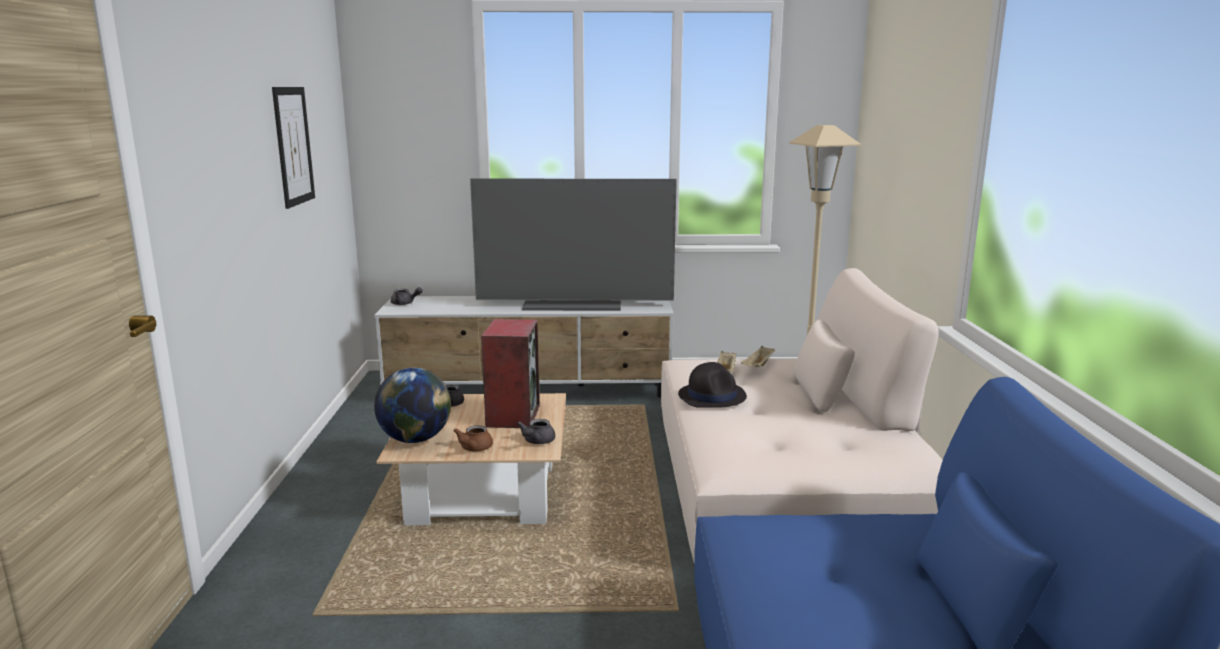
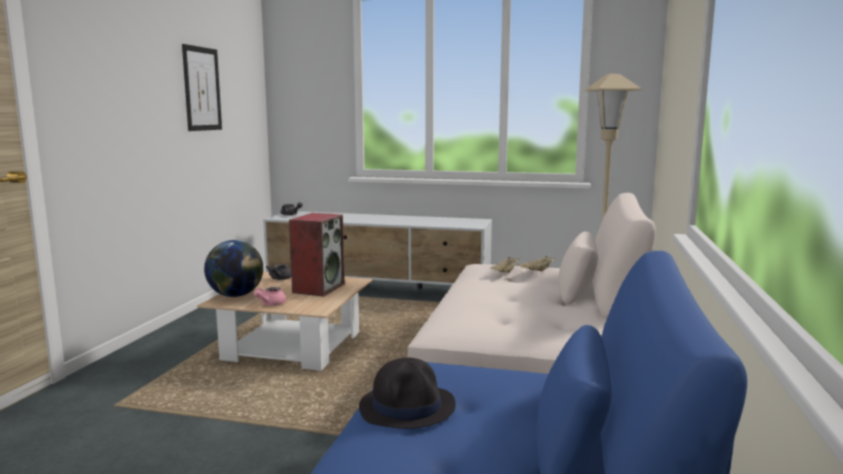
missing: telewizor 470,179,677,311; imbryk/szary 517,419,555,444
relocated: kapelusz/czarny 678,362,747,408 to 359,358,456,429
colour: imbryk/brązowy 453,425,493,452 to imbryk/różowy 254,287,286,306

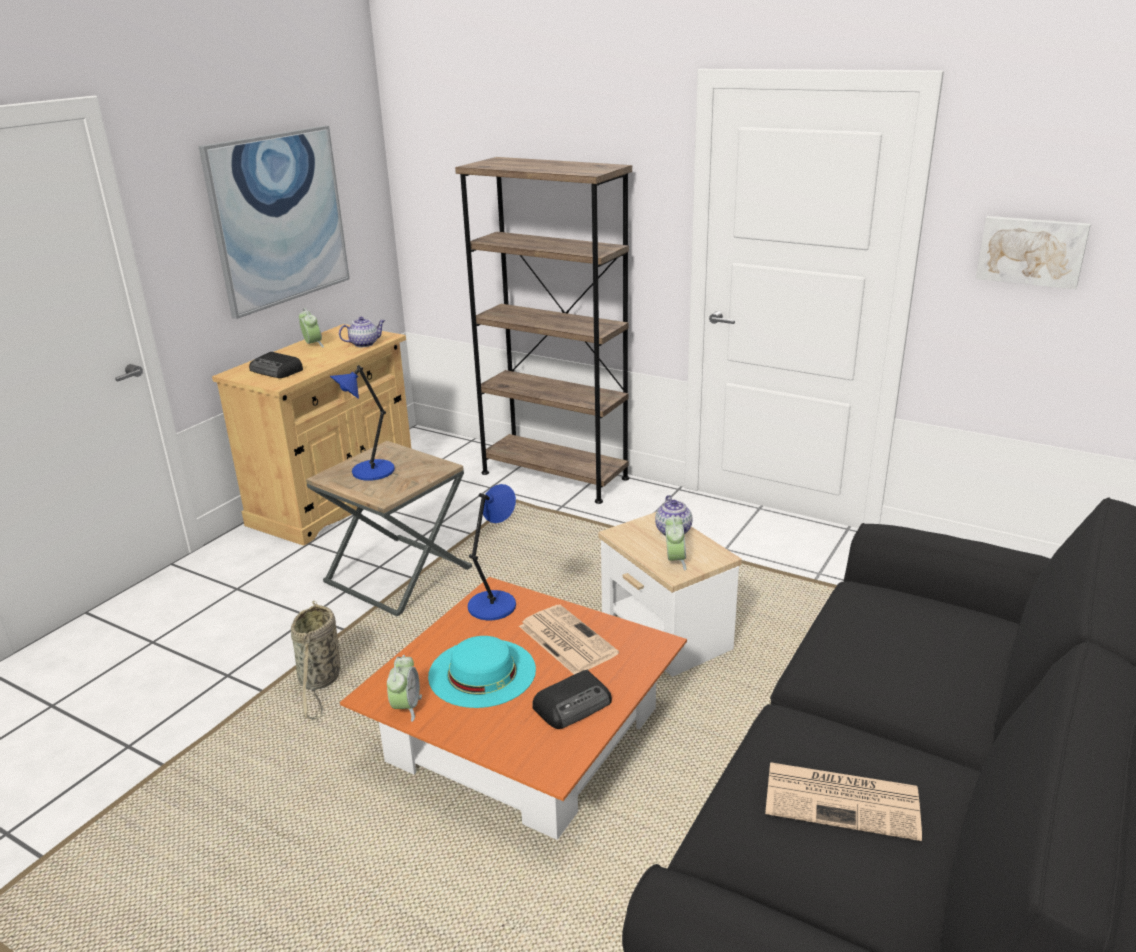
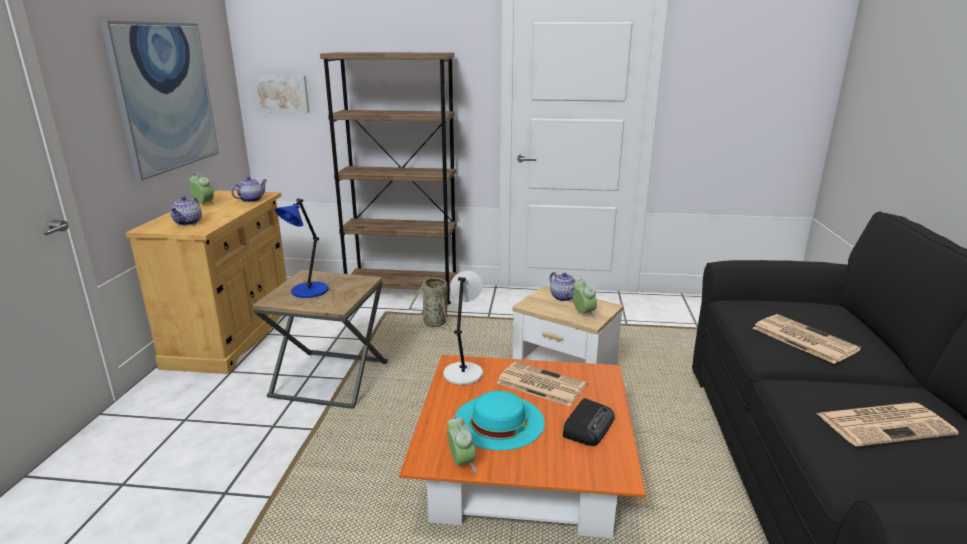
appeared: gazeta 753,314,861,364
relocated: obraz 976,216,1091,289 to 252,75,310,113; koszyk 291,601,340,719 to 409,276,457,335
exchanged: radio 249,352,303,378 to imbryk 170,196,202,226
colour: lampa stołowa/niebieski 468,484,516,620 to lampa stołowa/biały 443,271,483,385

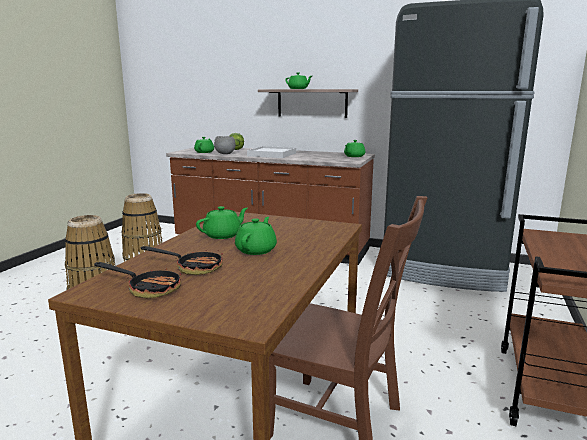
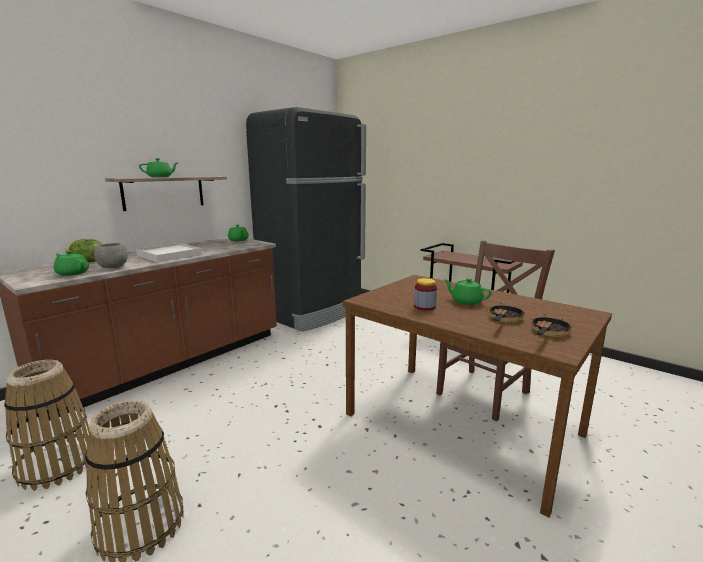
exchanged: imbryk/zielony 196,206,248,239 to słoik 414,278,437,311

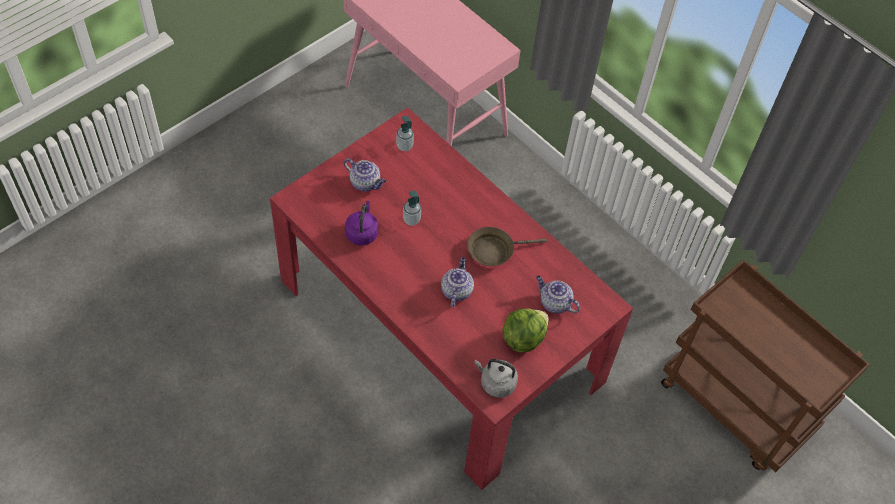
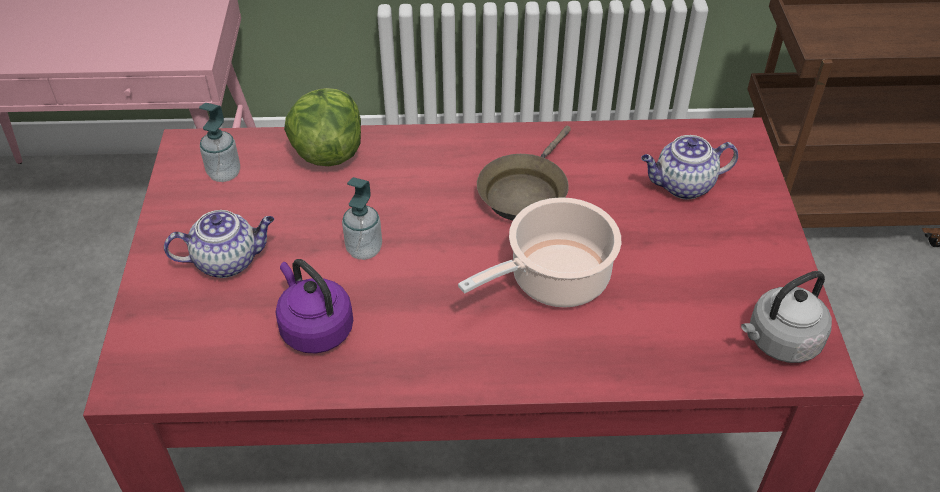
relocated: sałata 502,309,549,353 to 284,88,361,166
exchanged: imbryk 441,257,474,307 to garnek 458,197,621,308

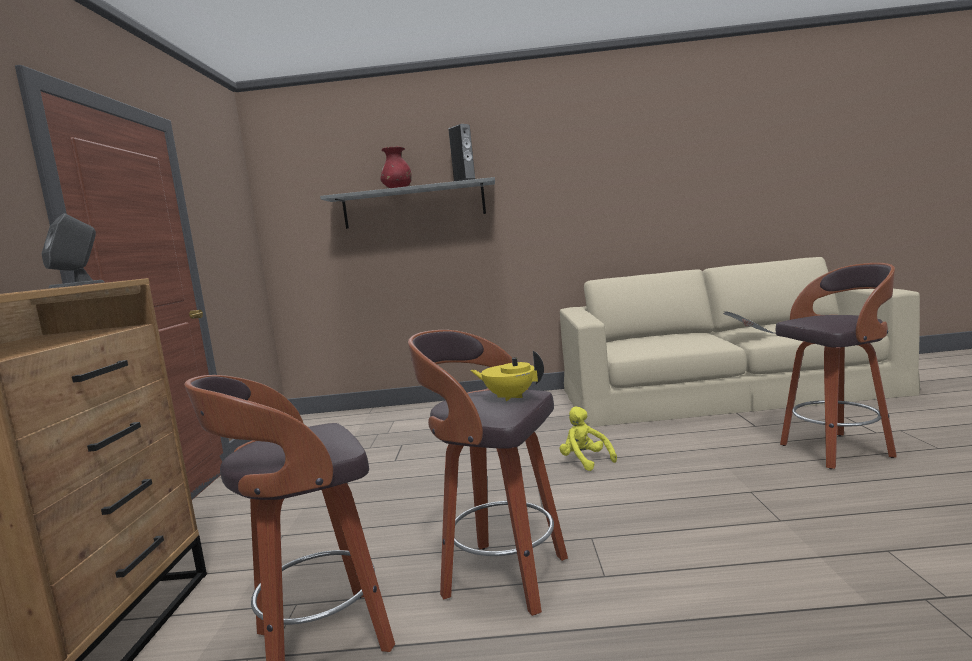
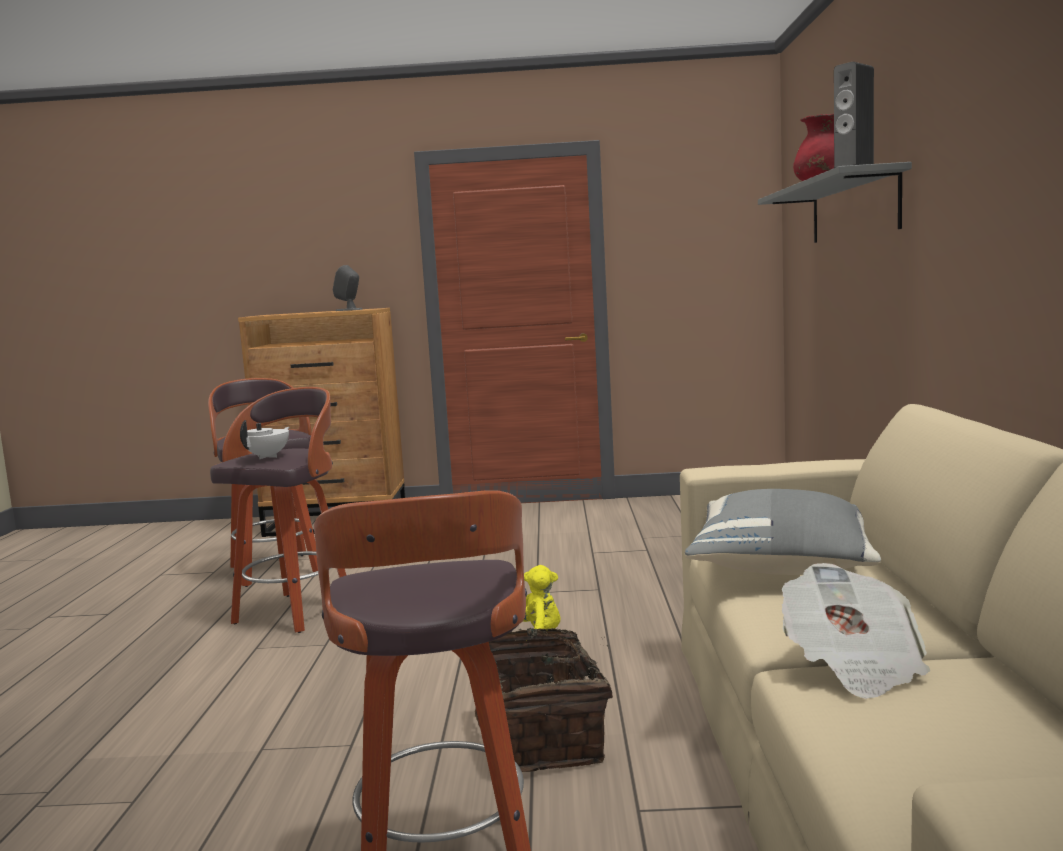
appeared: koszyk 475,628,613,772; poduszka/szary 685,489,881,575
colour: imbryk/żółty 470,351,544,401 to imbryk/biały 240,420,289,459

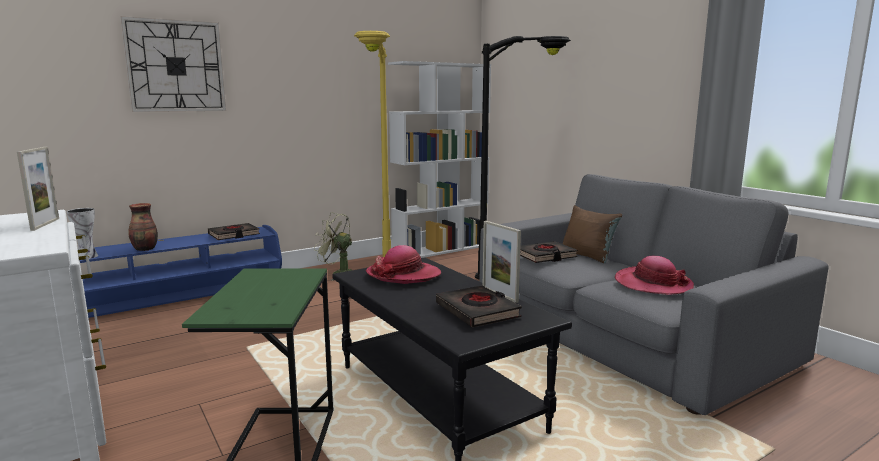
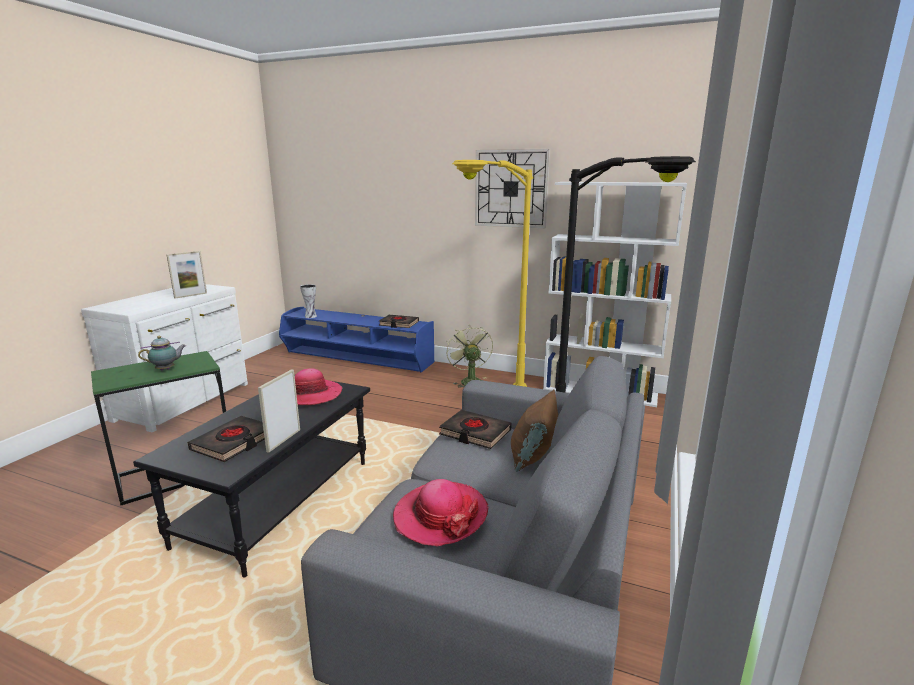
missing: wazon 128,203,158,251
appeared: imbryk 138,336,186,370
relocated: zegar ścienny 120,16,226,112 to 475,149,550,228

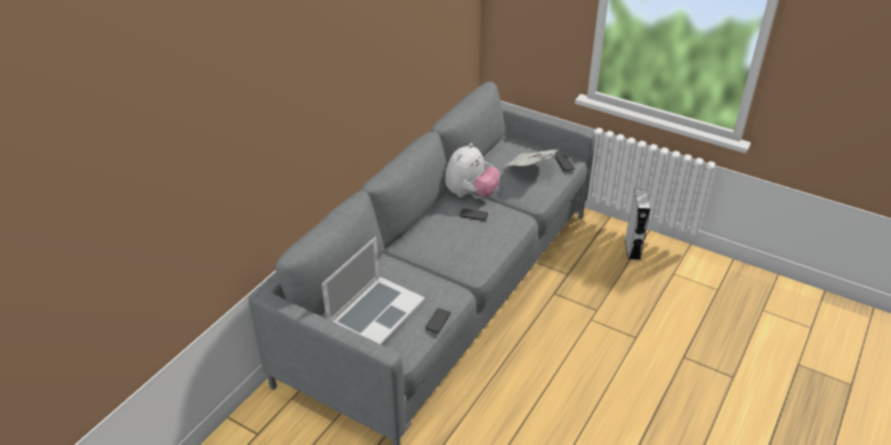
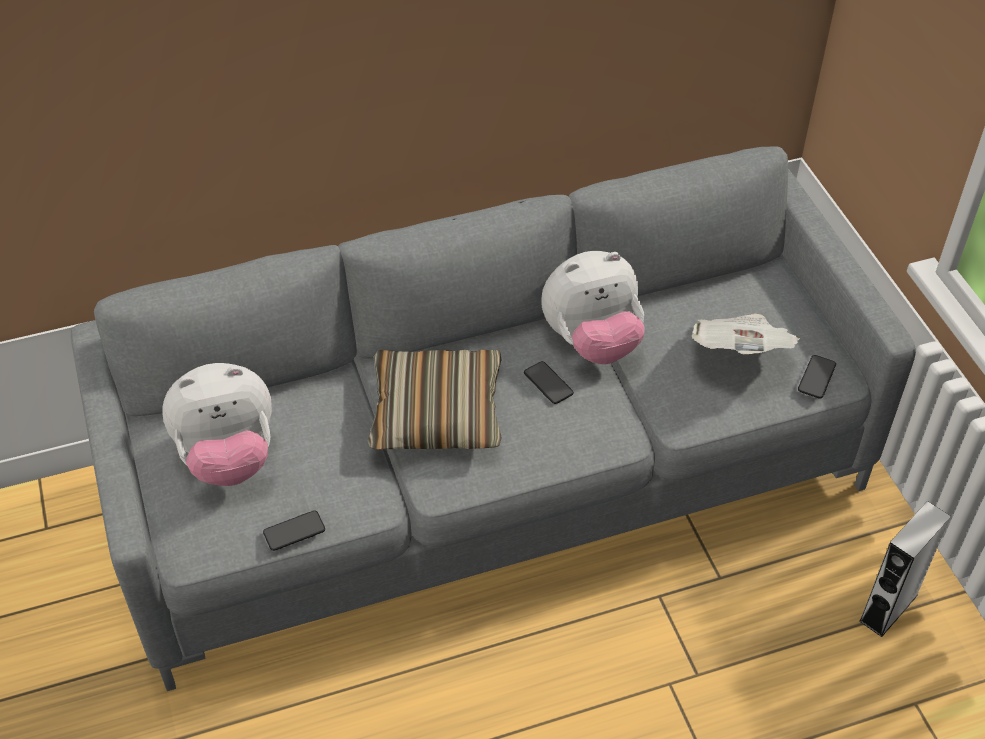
appeared: poduszka 367,350,502,449
exchanged: laptop 322,237,425,345 to pluszak 162,363,272,486

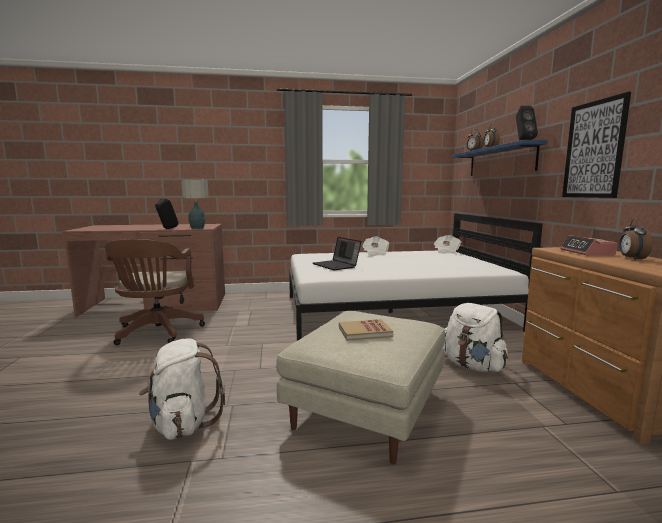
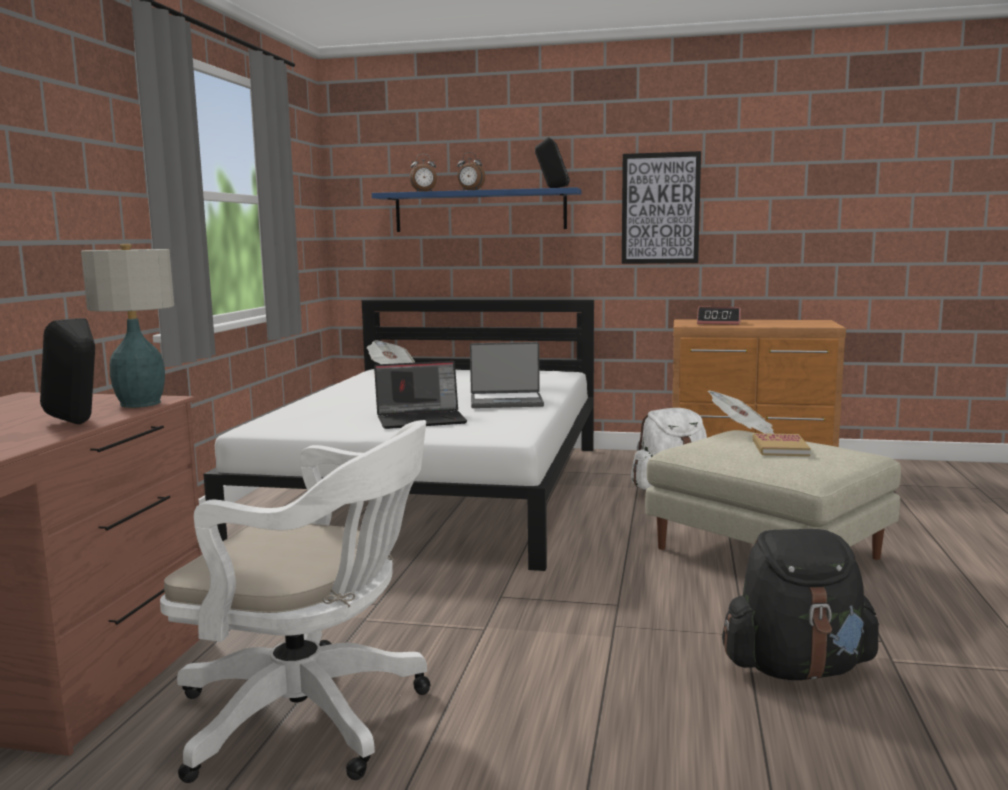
missing: budzik 619,219,653,260
appeared: laptop 470,342,544,408
relocated: gazeta 362,236,390,256 to 708,390,774,434
colour: krzesło biurowe/brązowy 105,239,205,345 to krzesło biurowe/biały 160,420,431,783; plecak/biały 139,339,225,440 to plecak/czarny 722,529,879,680

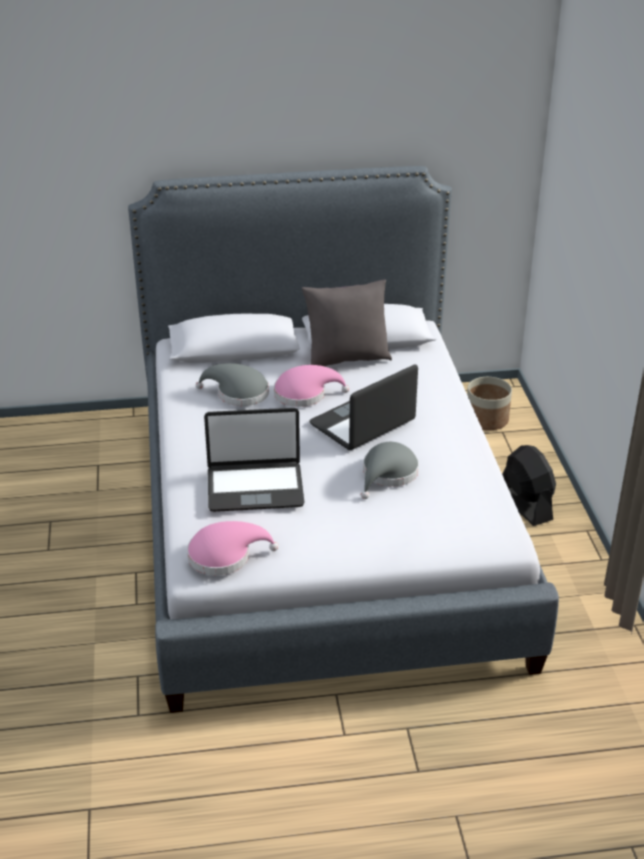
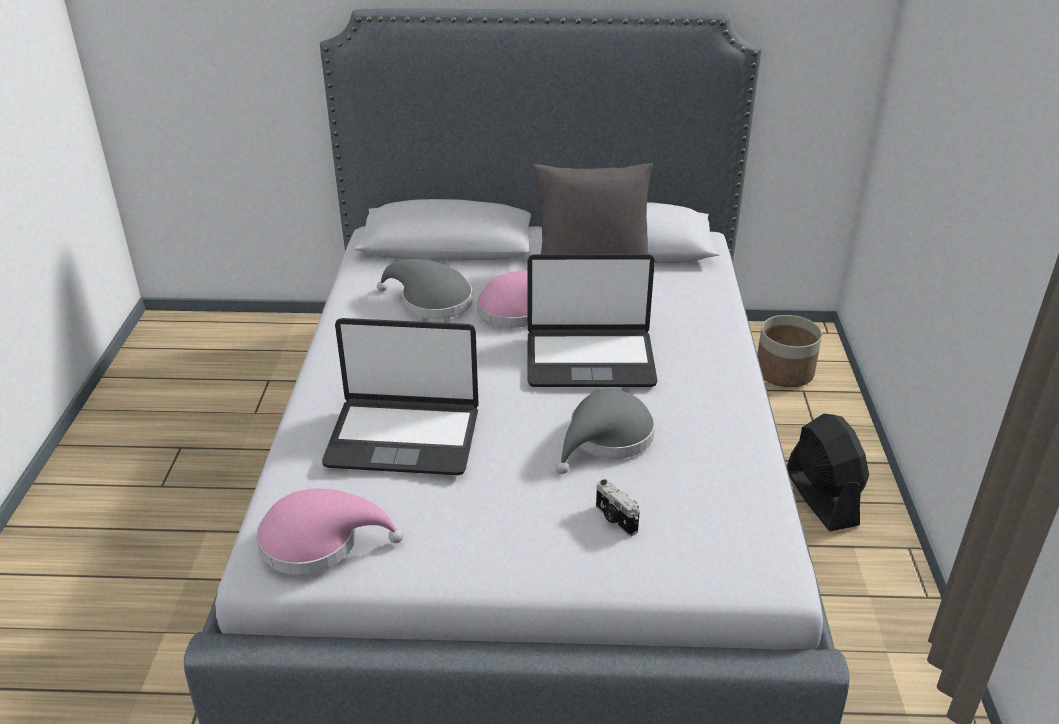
appeared: aparat fotograficzny 596,479,640,536
spun: laptop 310,365,418,450 = 527,254,658,387 150 degrees counterclockwise

